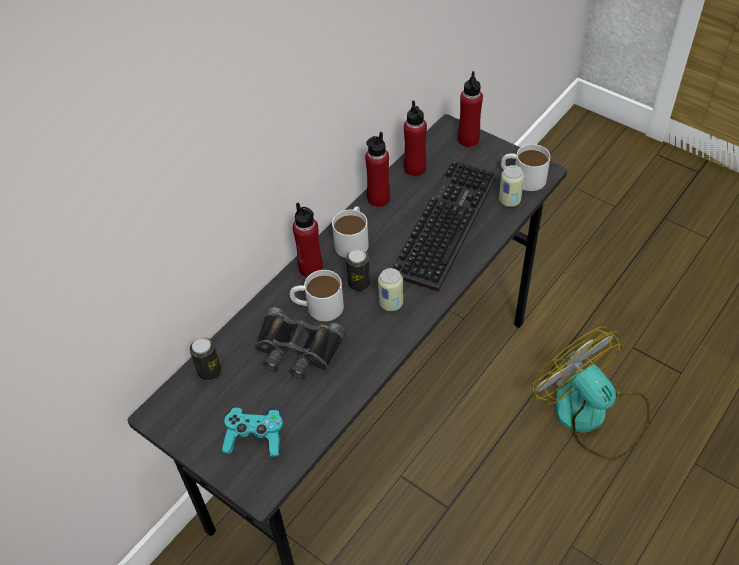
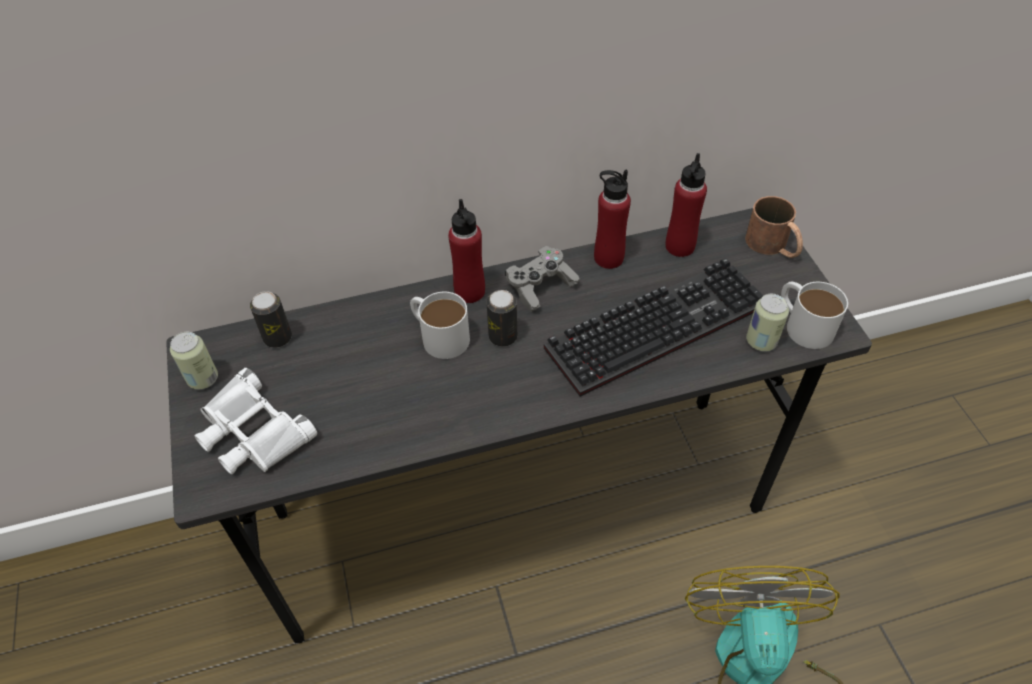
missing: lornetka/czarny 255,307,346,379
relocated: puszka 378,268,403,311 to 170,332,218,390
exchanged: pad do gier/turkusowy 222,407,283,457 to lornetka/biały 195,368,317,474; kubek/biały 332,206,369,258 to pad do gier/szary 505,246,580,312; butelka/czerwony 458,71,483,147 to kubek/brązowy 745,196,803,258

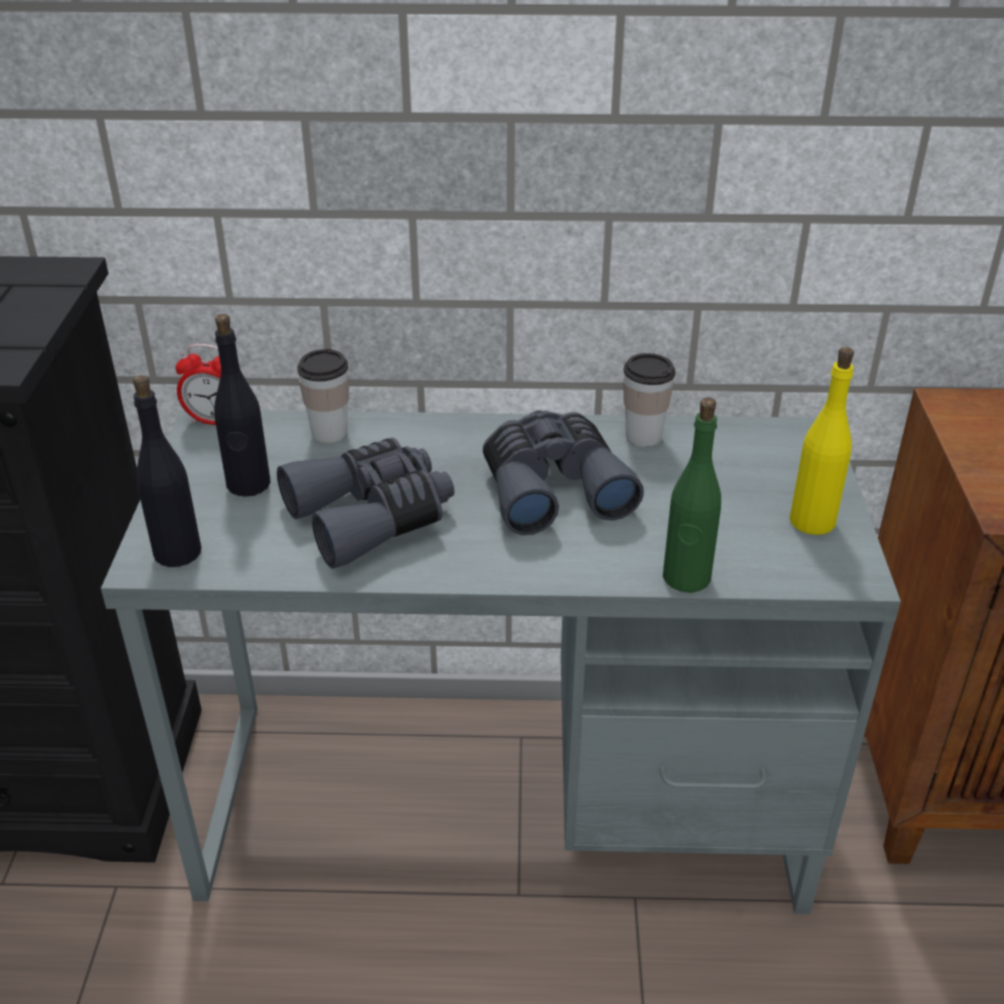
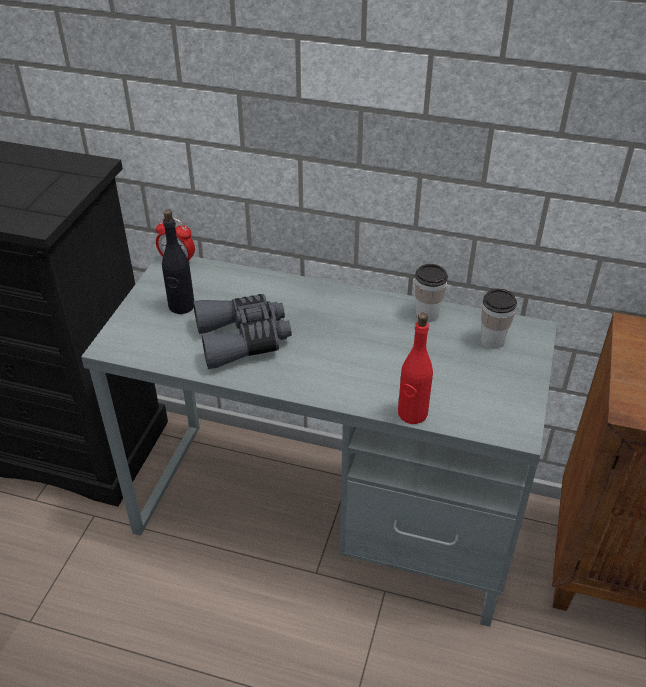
missing: butelka/czarny 133,375,201,567; lornetka/szary 483,410,644,535; butelka/żółty 790,347,854,535
relocated: filiżanka 297,349,349,443 to 481,289,517,349
colour: butelka/zielony 663,397,721,593 to butelka/czerwony 398,313,433,424

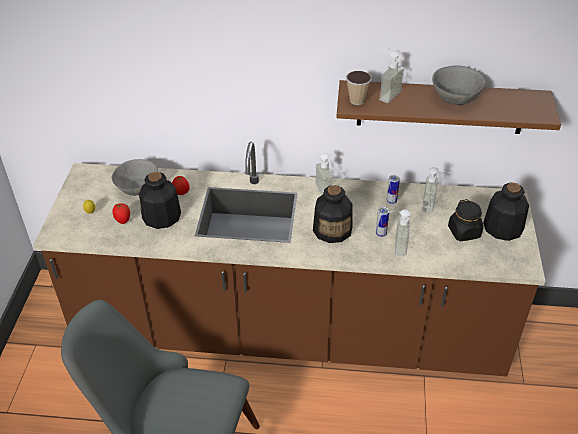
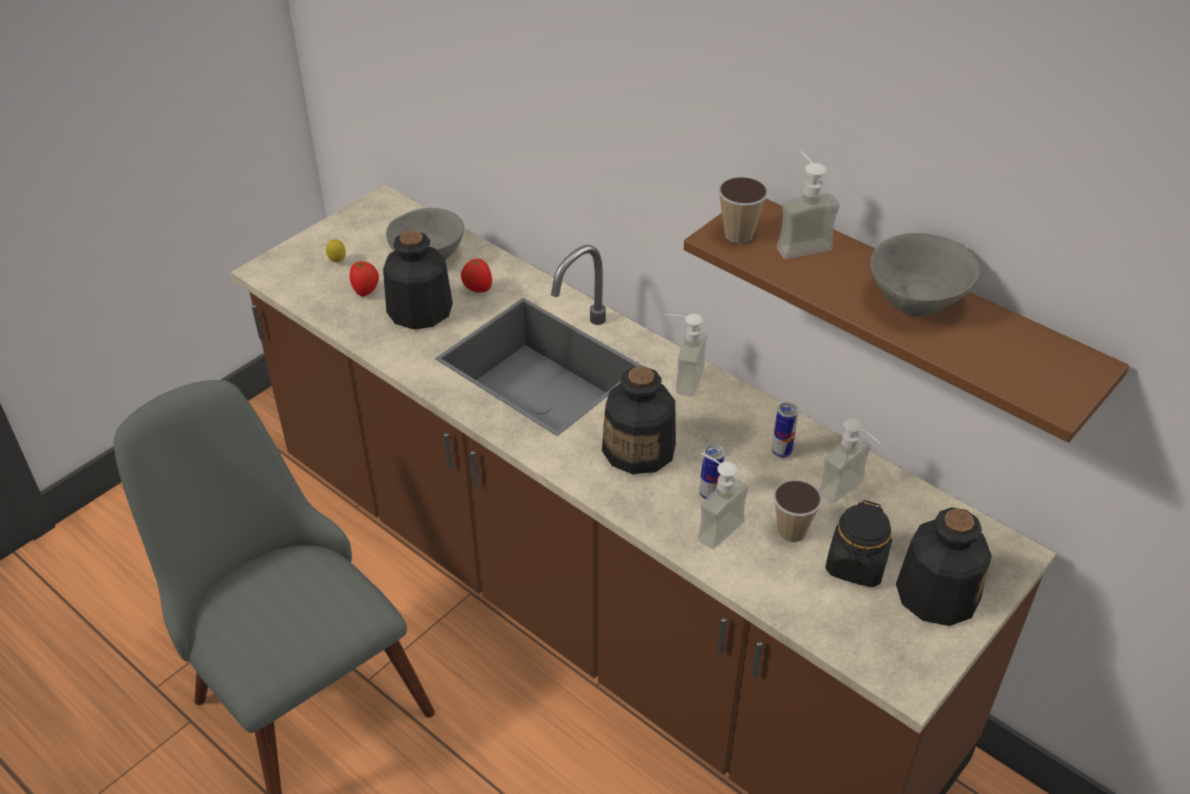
appeared: filiżanka 773,480,822,542

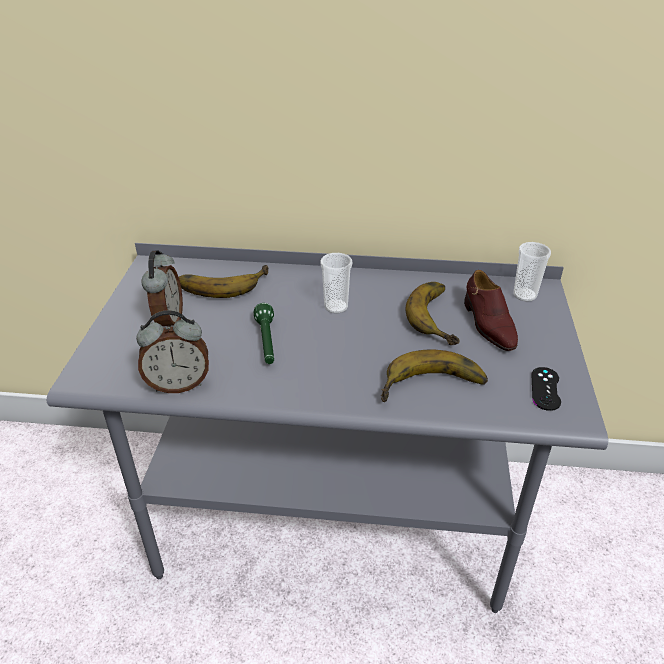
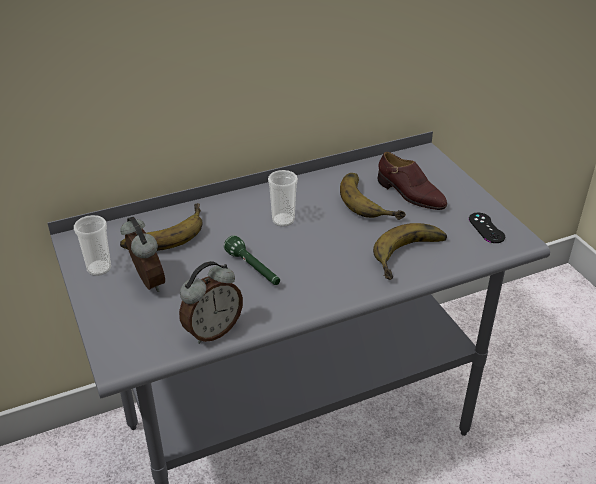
relocated: filiżanka 513,242,551,302 to 74,215,111,276

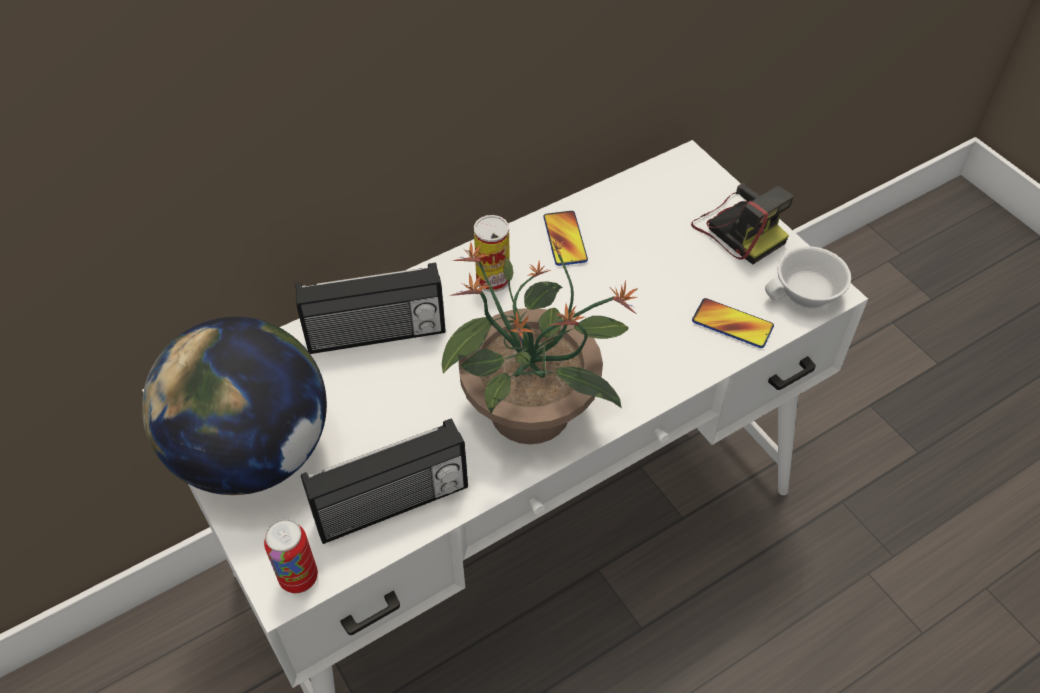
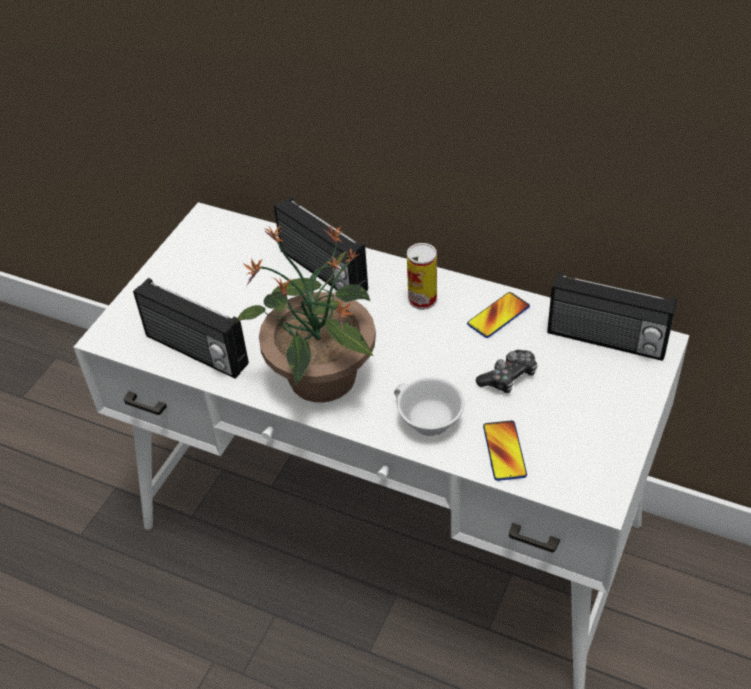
missing: globus 142,317,327,495; puszka 264,519,318,593; aparat fotograficzny 691,183,794,264
appeared: pad do gier 476,350,538,393; radio 547,272,677,361
relocated: filiżanka/biały 765,246,851,309 to 394,377,464,436

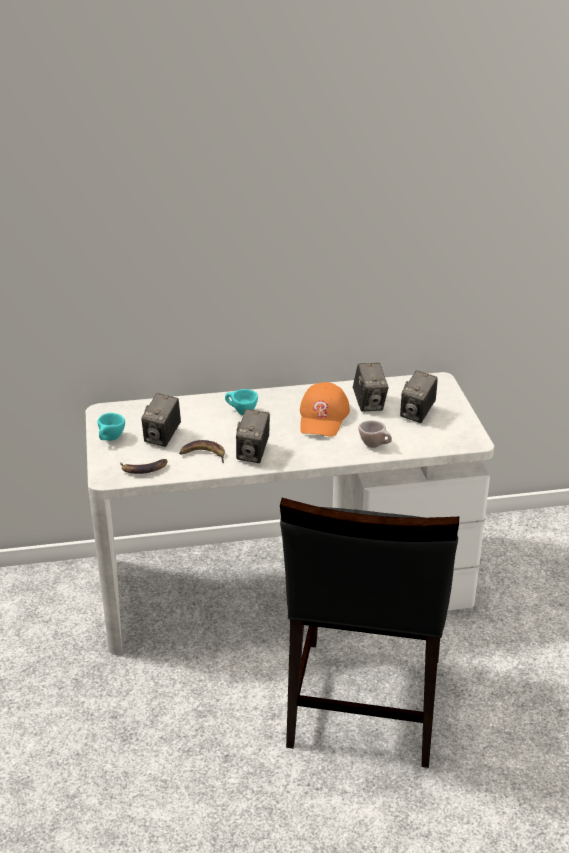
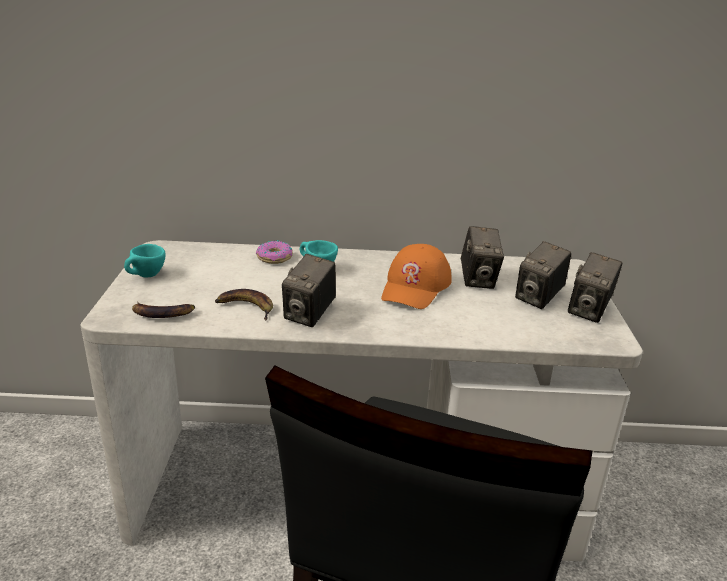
missing: filiżanka/beżowy 358,420,392,448
appeared: donut 256,240,293,264
relocated: aparat fotograficzny 142,393,181,447 to 568,252,622,323

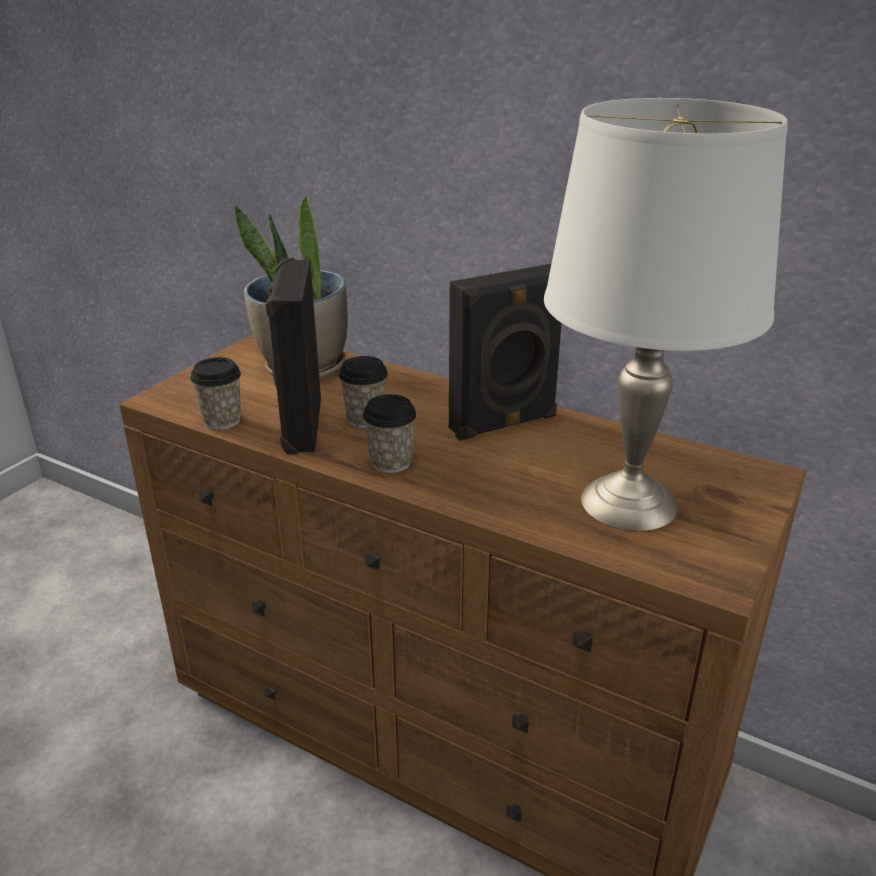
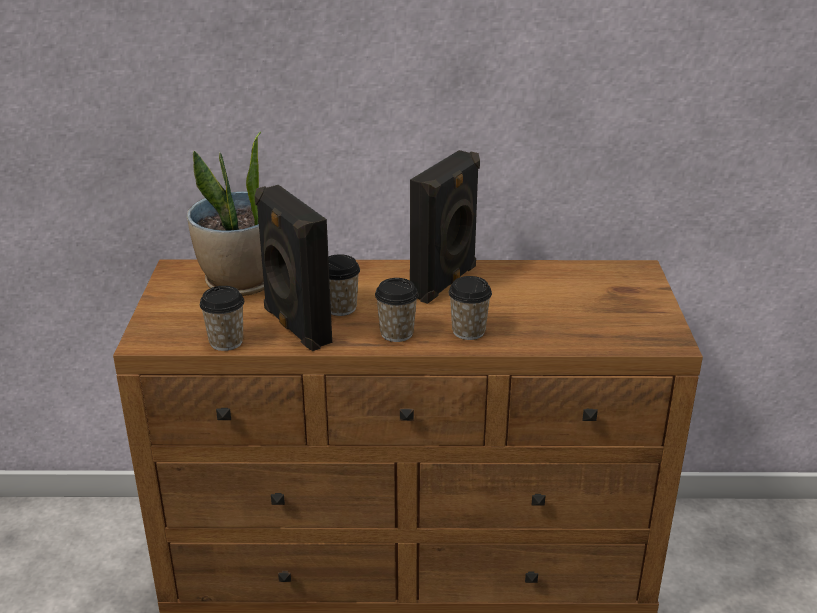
missing: lampa stołowa/biały 544,98,788,531
appeared: filiżanka 448,276,492,340

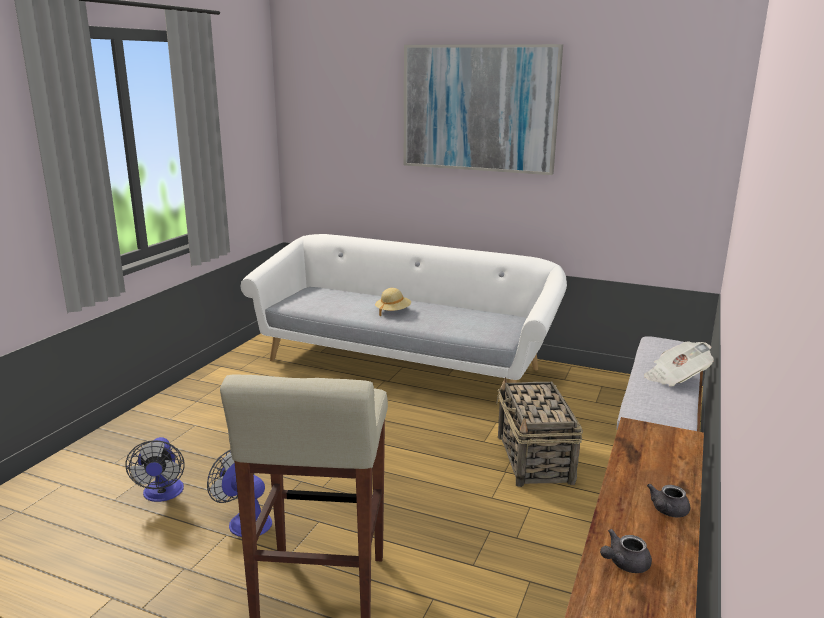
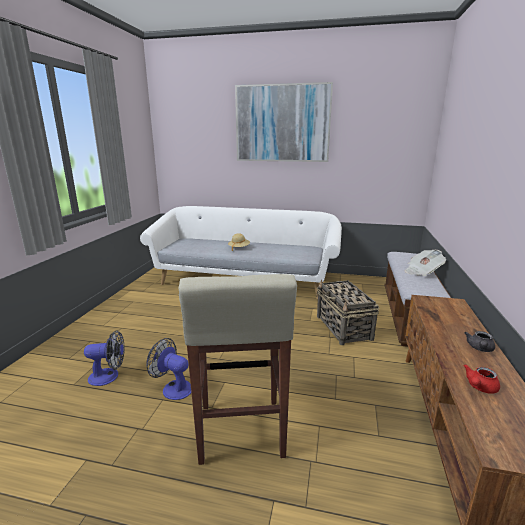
colour: imbryk/szary 600,529,652,573 to imbryk/czerwony 464,364,500,394
spun: wentylator 125,437,185,502 = 84,330,125,386 75 degrees counterclockwise

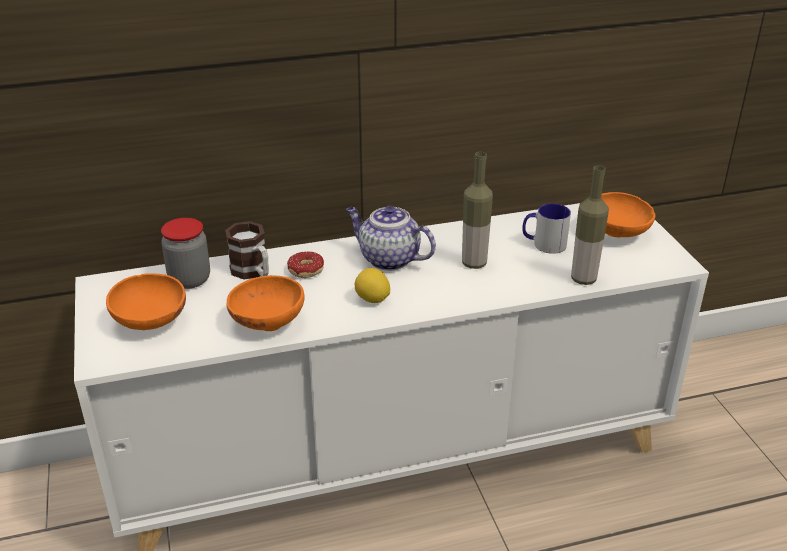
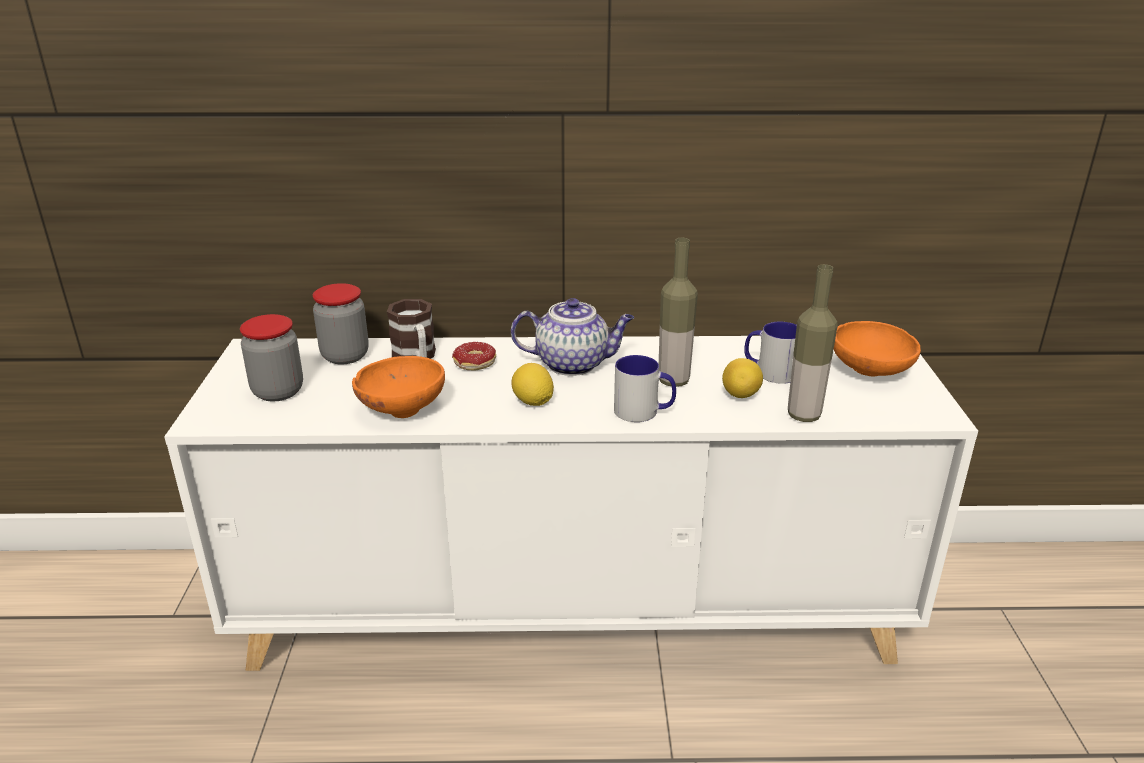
appeared: kubek 614,355,676,422; cytryna 722,358,763,398
exchanged: miska/pomarańczowy 106,273,186,330 to słoik 240,314,303,401
spun: imbryk 346,206,436,271 = 511,298,634,376 135 degrees clockwise

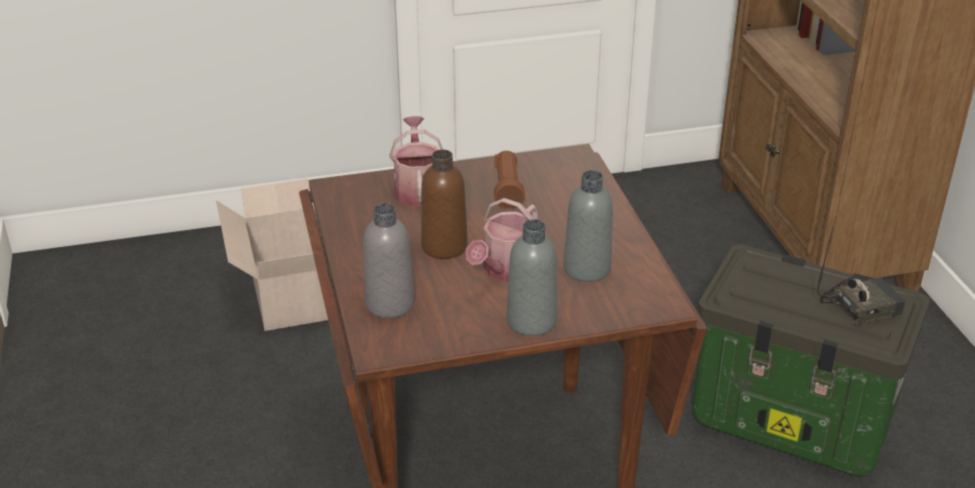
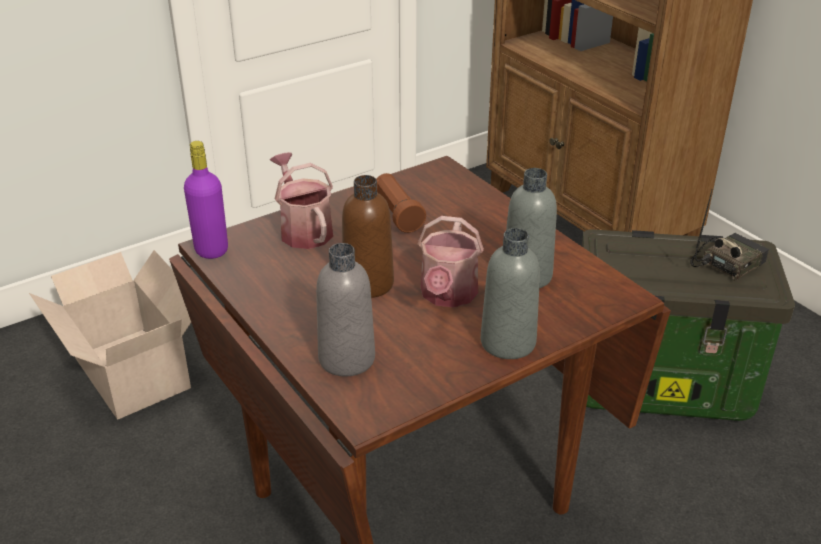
appeared: butelka/fioletowy 184,141,228,259

